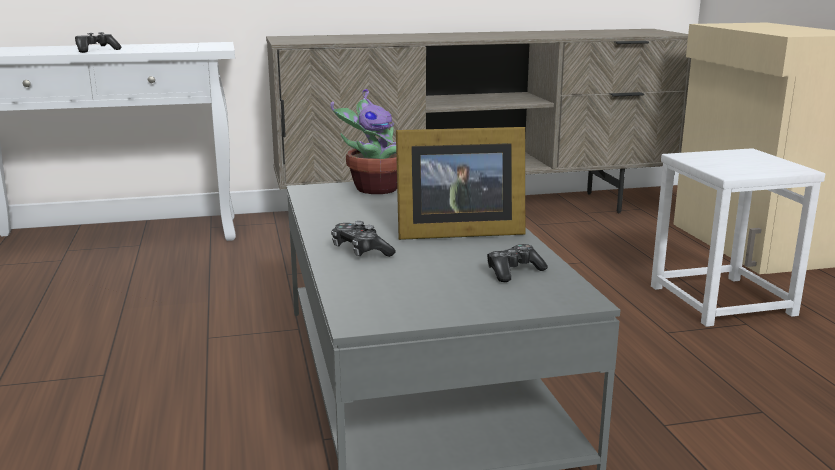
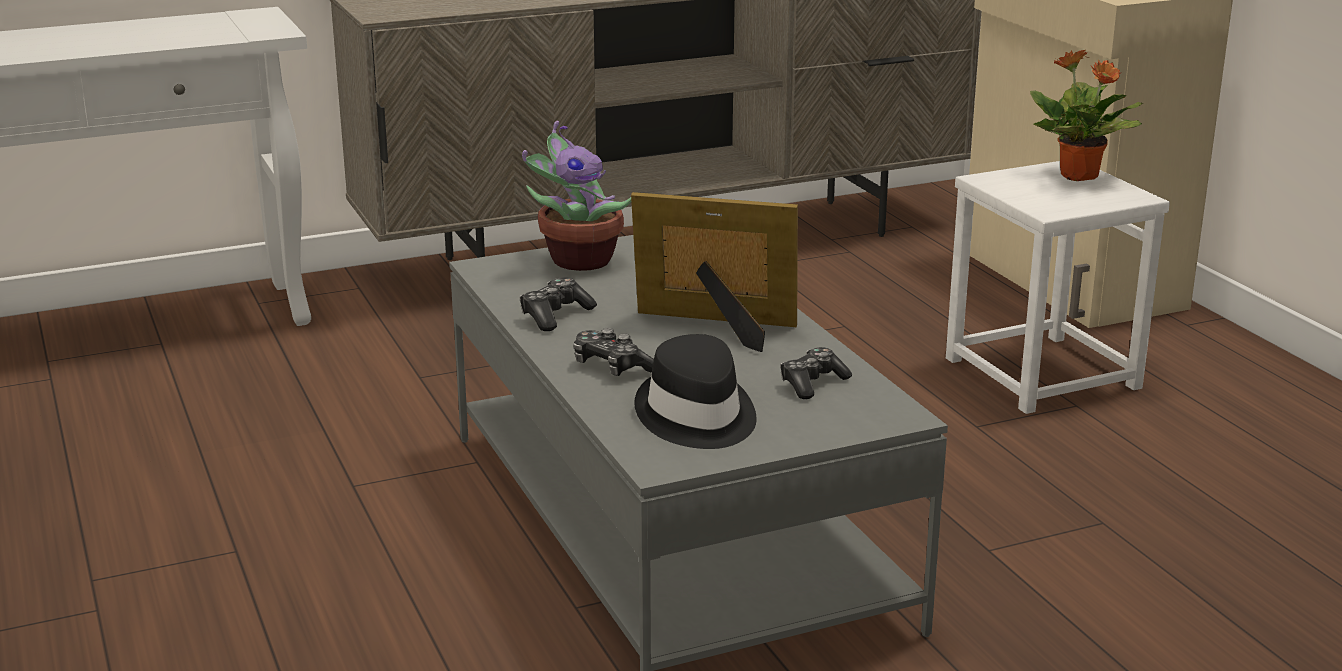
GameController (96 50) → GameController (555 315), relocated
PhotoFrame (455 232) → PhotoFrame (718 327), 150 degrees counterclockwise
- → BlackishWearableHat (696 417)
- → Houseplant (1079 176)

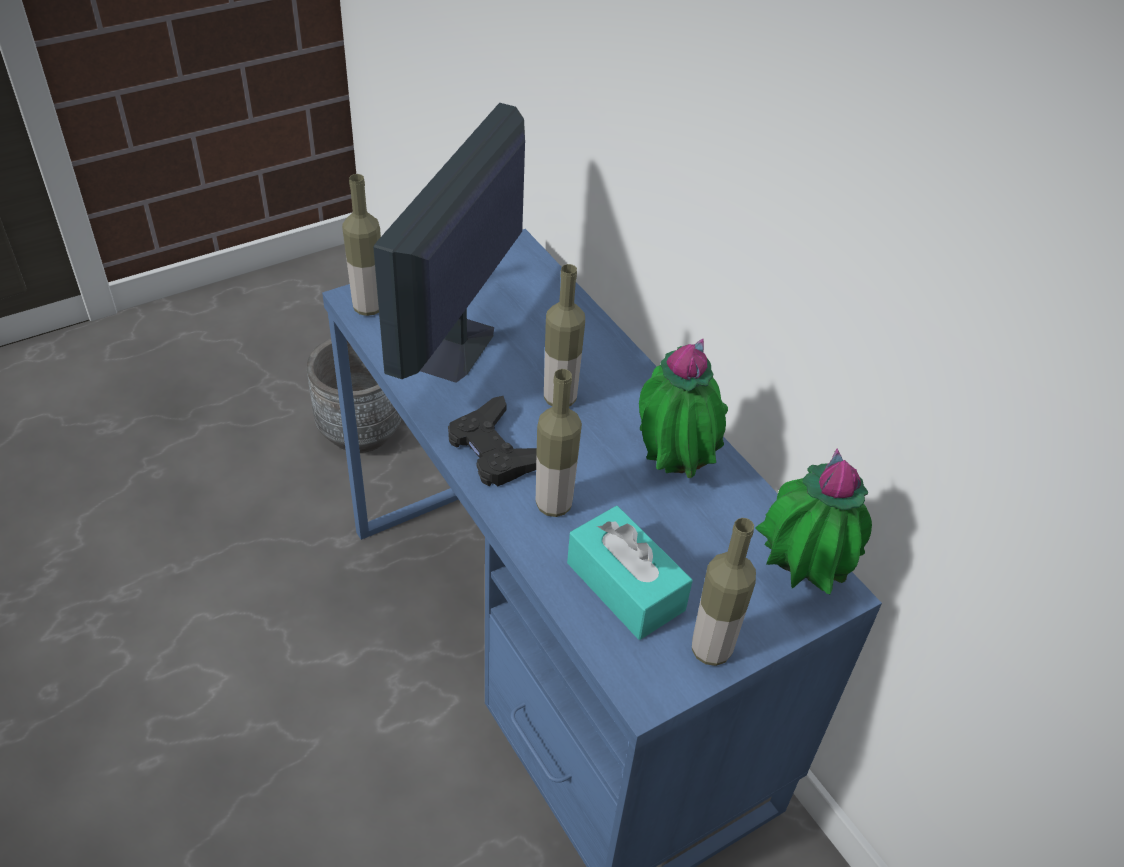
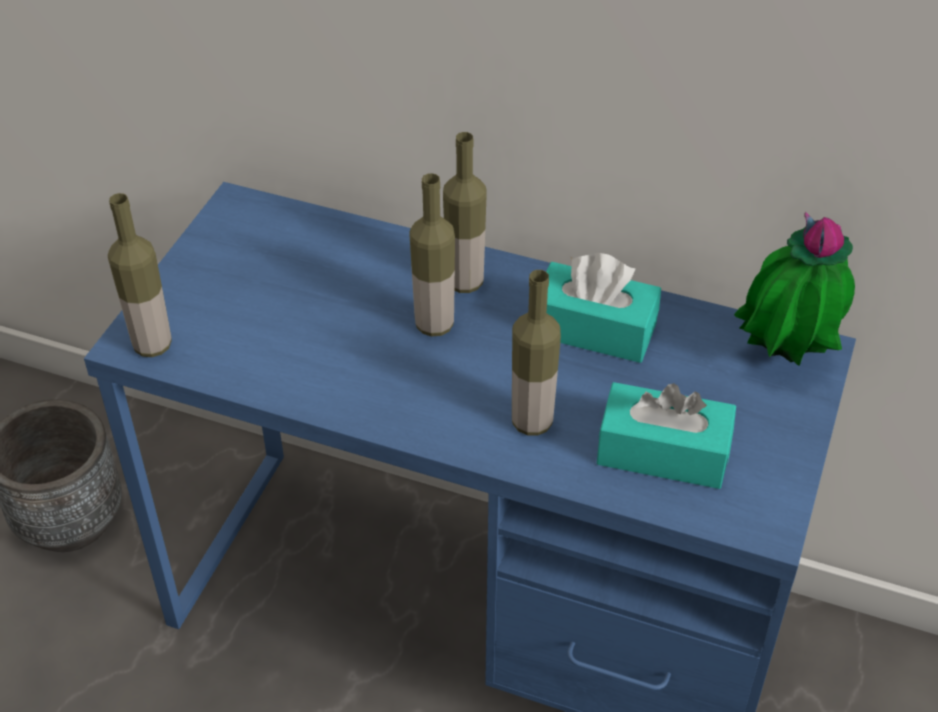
ComputerScreen (455 350) → -
BlackishGameController (496 450) → -
Houseplant (671 468) → BlueGreenTissueBox (594 329)
BeverageBottle (711 650) → BeverageBottle (465 282), relocated

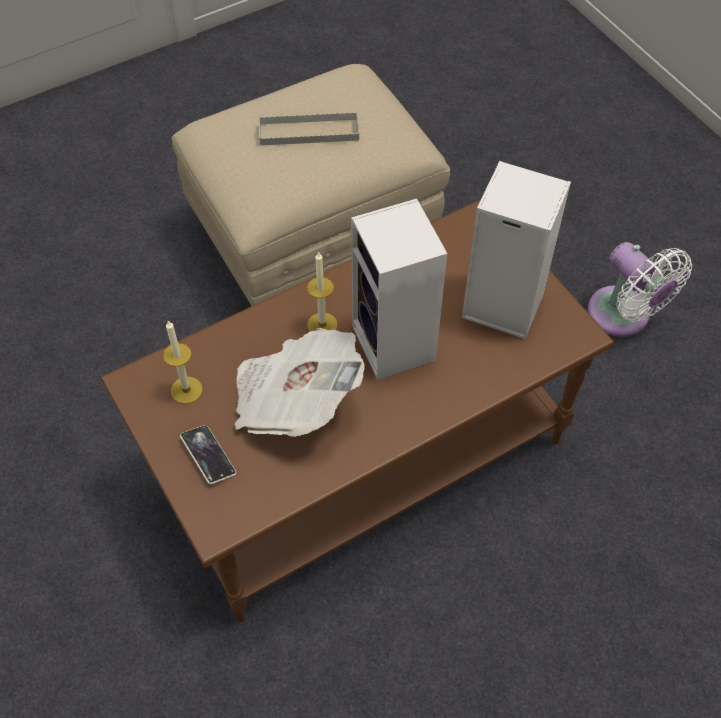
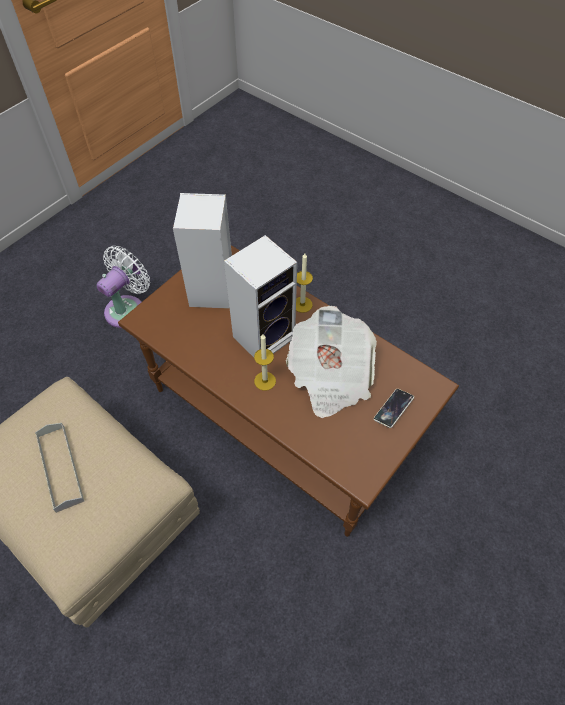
WaxLight (186 390) → WaxLight (302 304), relocated

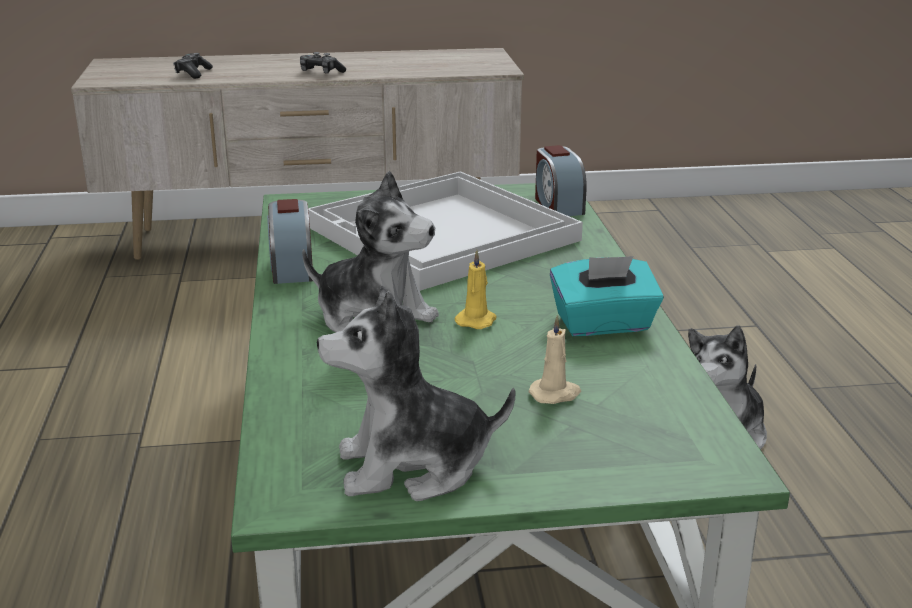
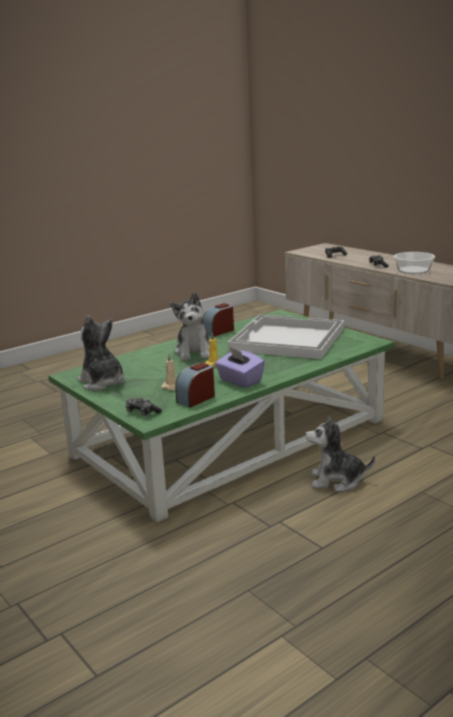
AlarmClock (558 205) → AlarmClock (196 399), relocated
BlueGreenTissueBox (603 325) → PurplishTissueBox (240 381)
- → GameController (142 412)
- → DeepDish (413 270)

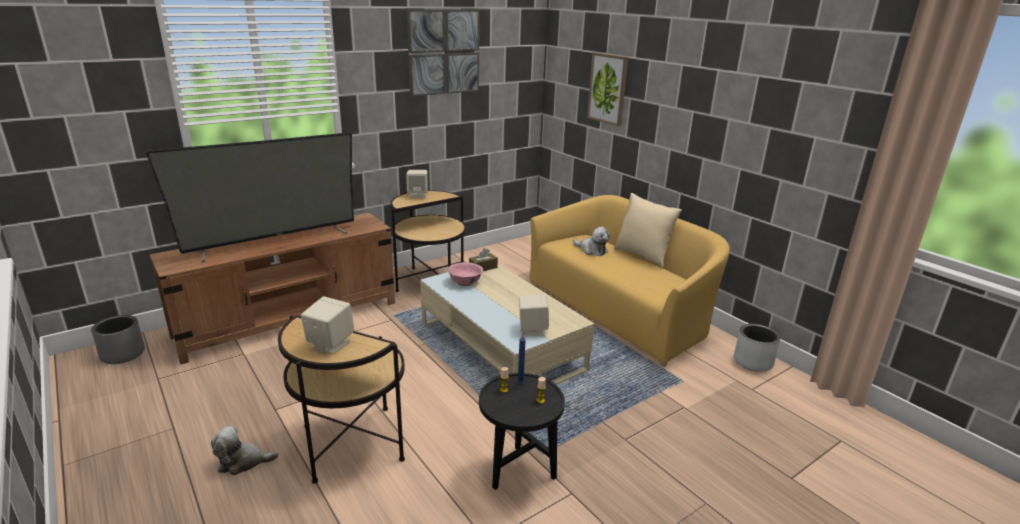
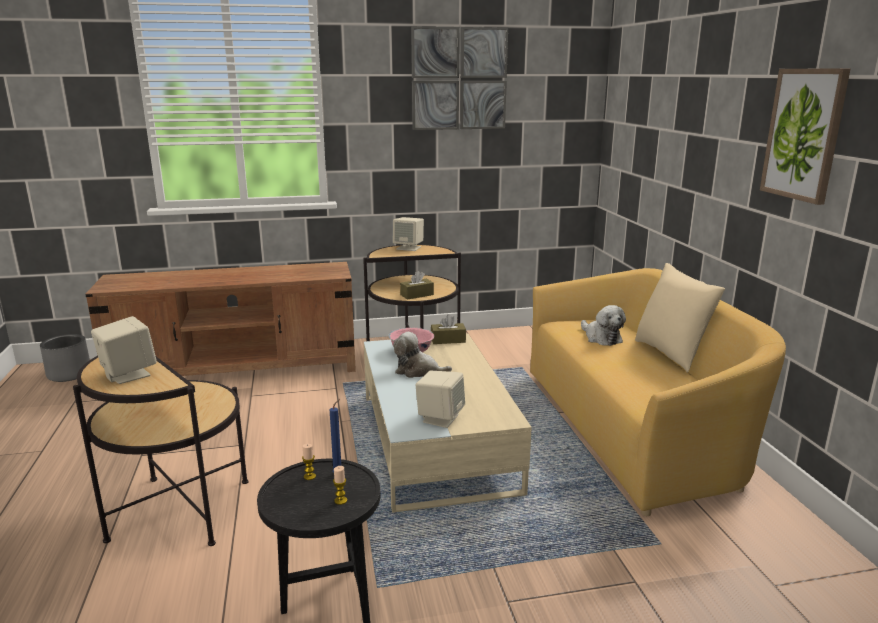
TvSet (273 241) → -
CuddlyToy (243 462) → CuddlyToy (418 371), relocated
WallArt (608 88) → WallArt (804 134), relocated
GreyishPlanter (753 362) → -
- → BrownTissueBox (417 295)

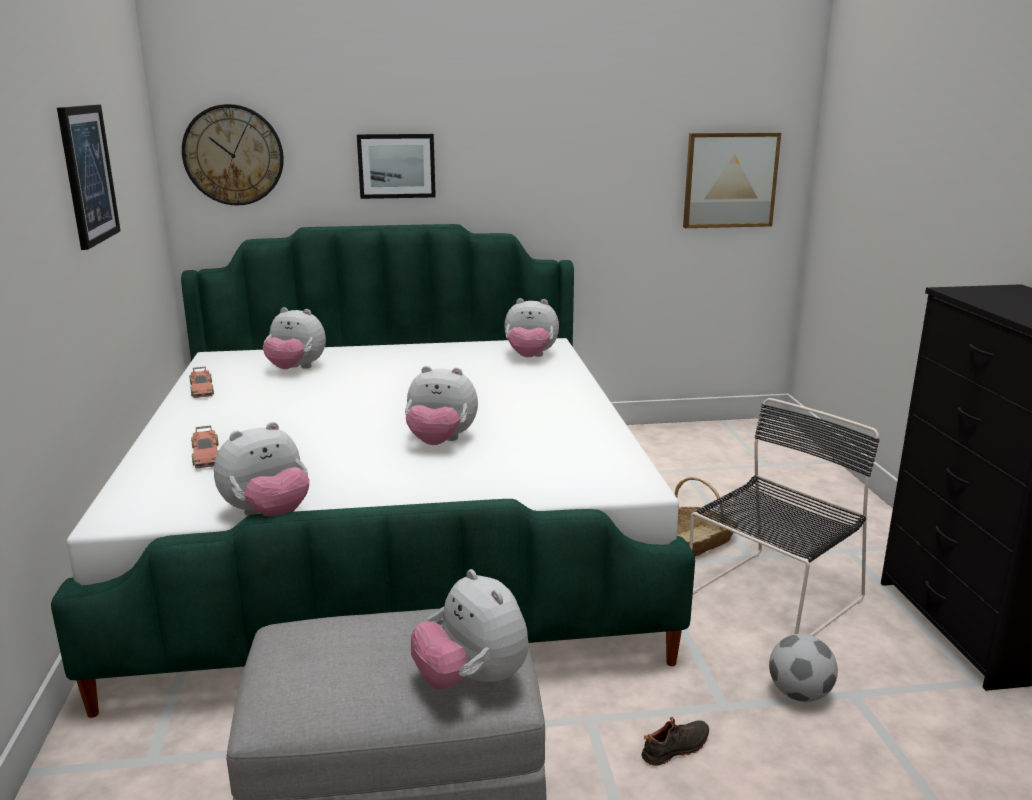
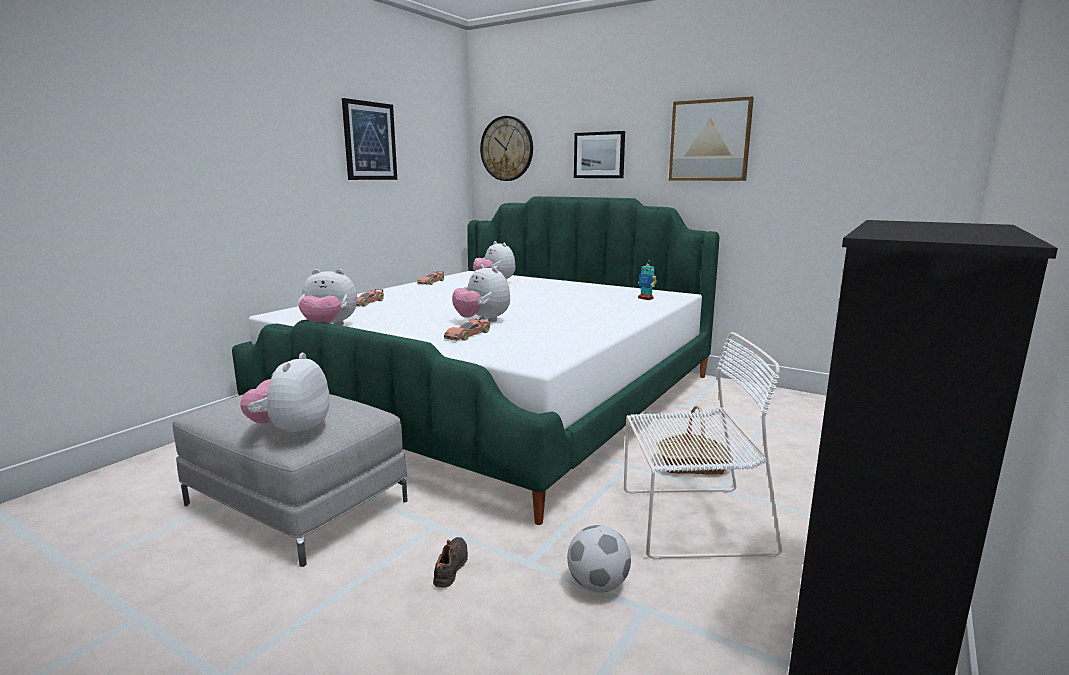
CuddlyToy (530 357) → ModelRobot (646 298)
BlackishLowShoe (676 749) → BlackishLowShoe (452 567), 90 degrees counterclockwise
WallArt (730 180) → WallArt (710 140), relocated
BlackishChair (771 599) → WhiteColouredChair (689 521)
- → MiniatureCar (469 335)

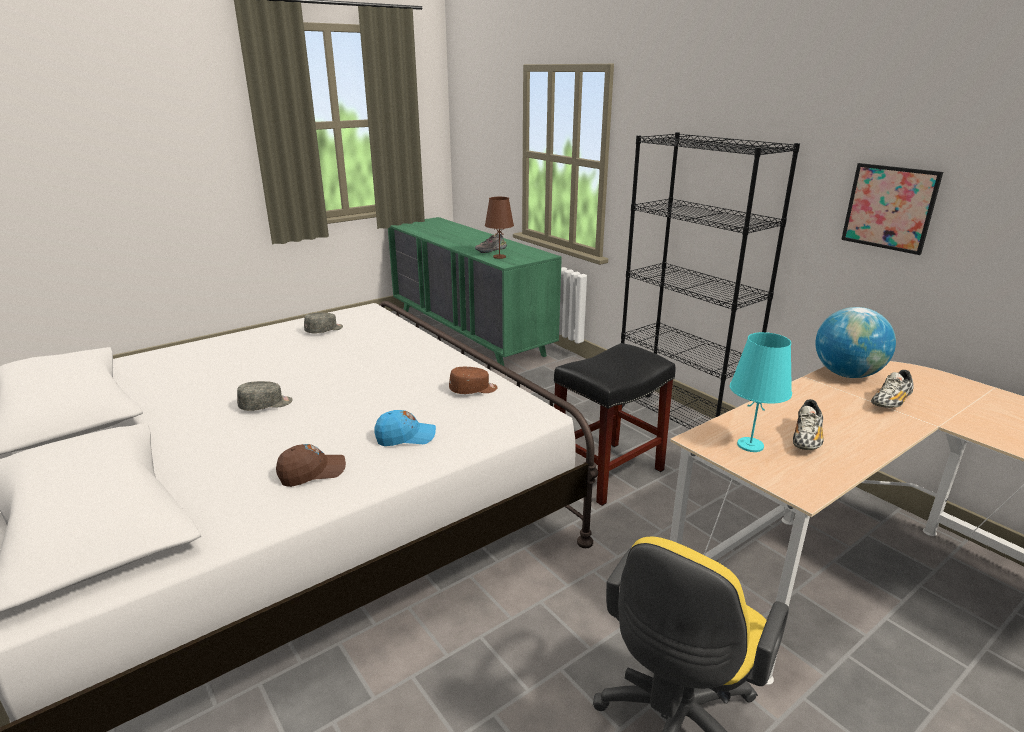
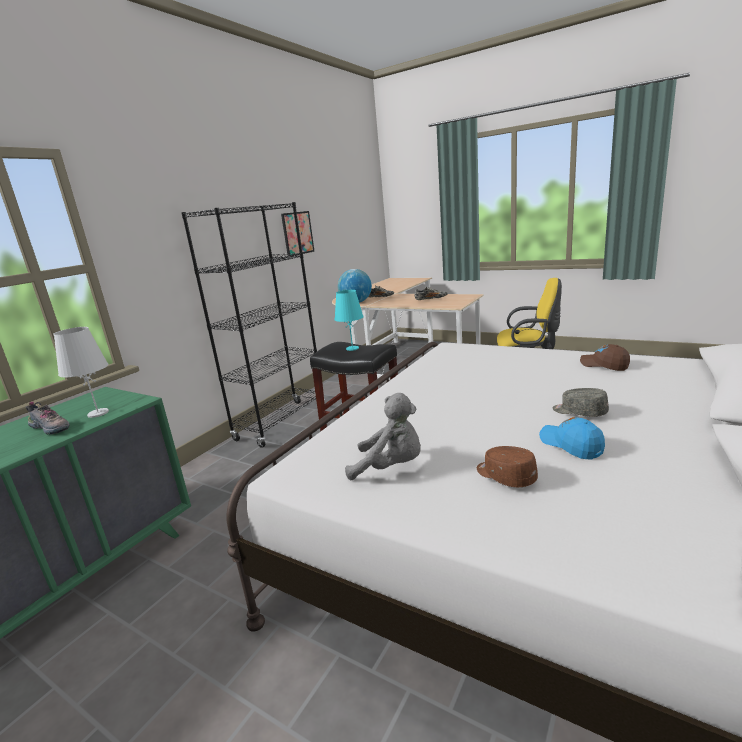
GreyishBaseballCap (324 330) → GreyishCuddlyToy (391 467)
BlueBaseballCap (405 437) → BlueBaseballCap (571 445), relocated
BrownBaseballCap (473 390) → BrownBaseballCap (505 476), relocated
BrownTableLamp (499 257) → WhiteColouredTableLamp (98 413)
BlueGreenTableLamp (750 445) → BlueGreenTableLamp (352 348), relocated

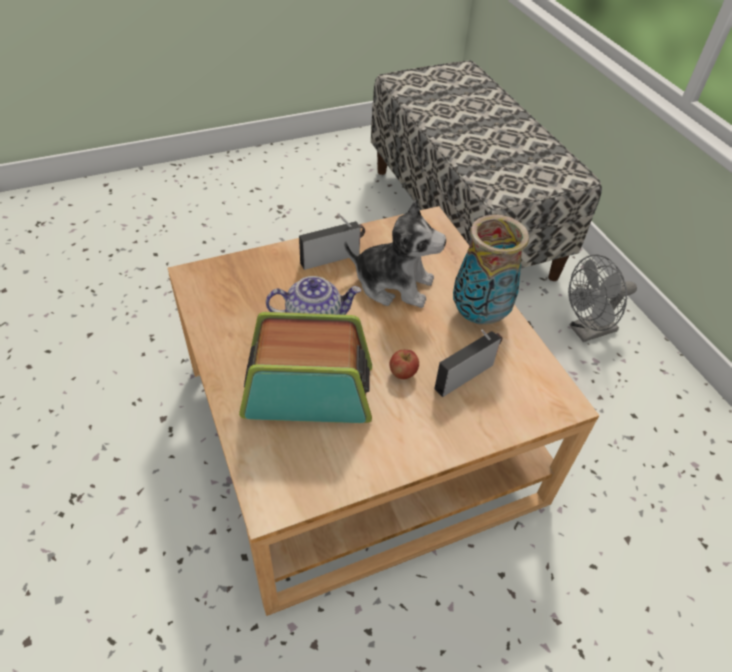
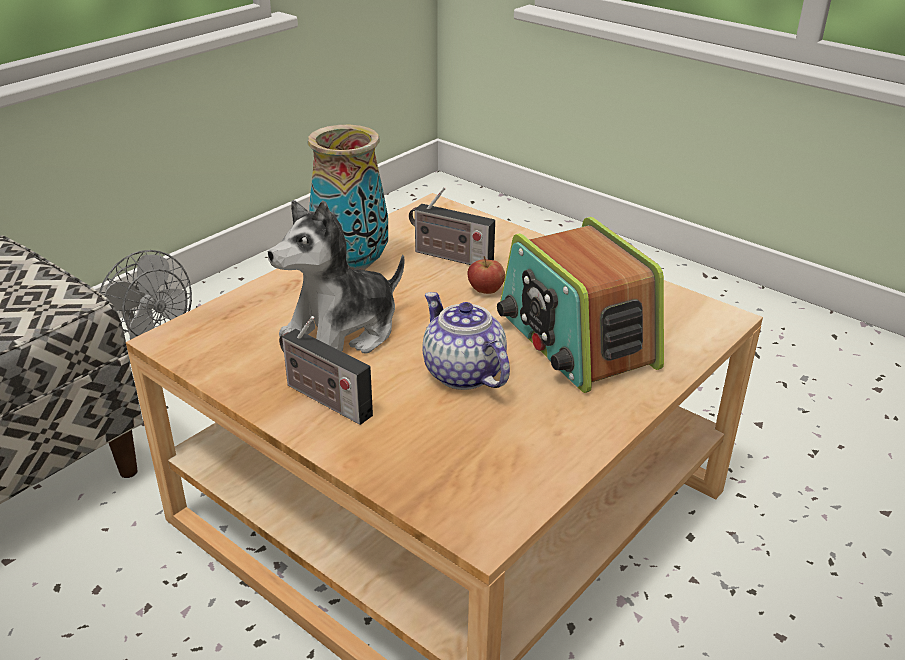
CuddlyToy (393 284) → CuddlyToy (342 332), 120 degrees counterclockwise

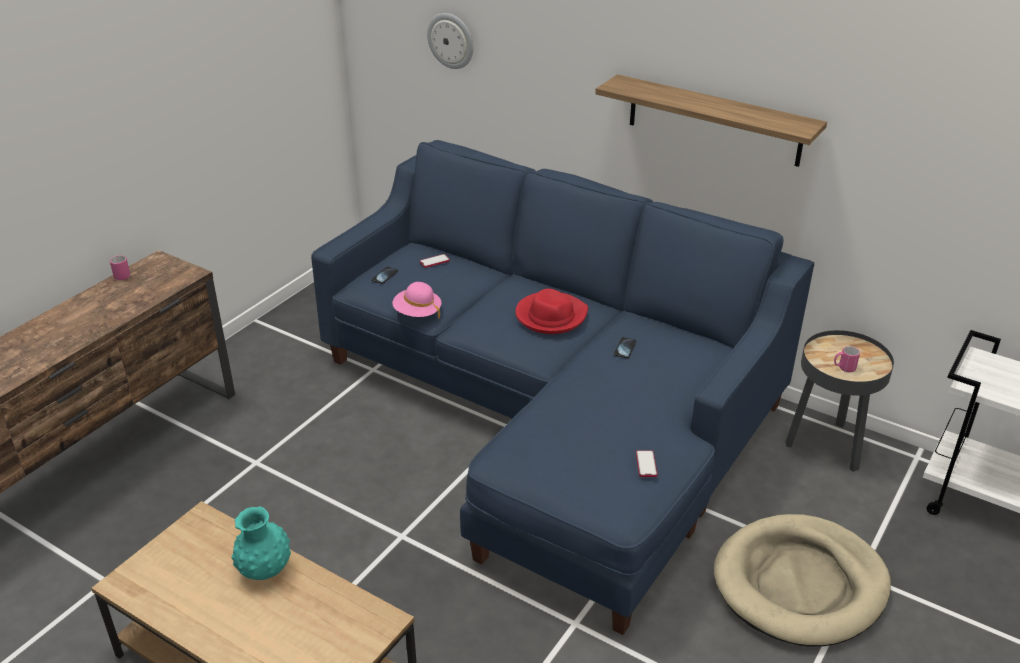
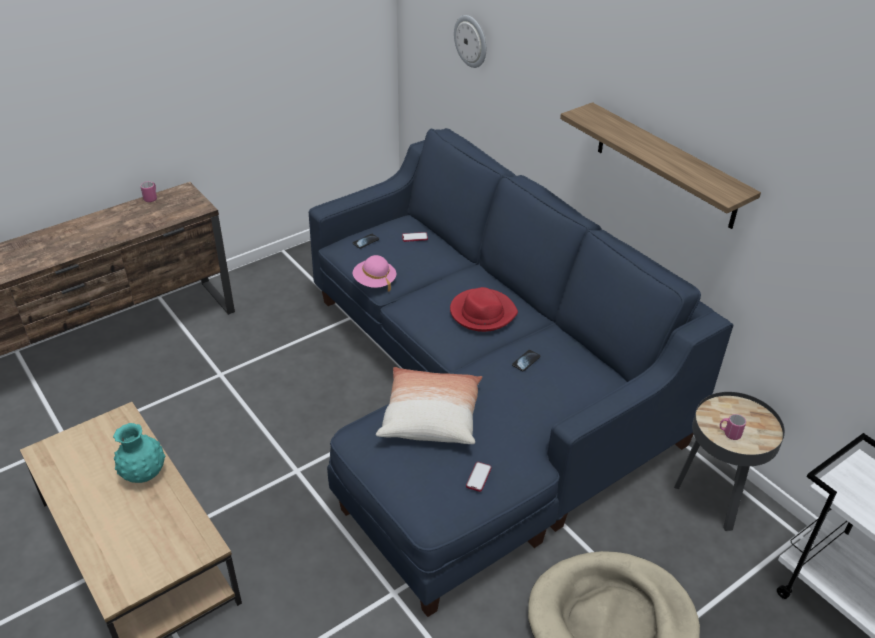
- → ThrowPillow (430 417)

